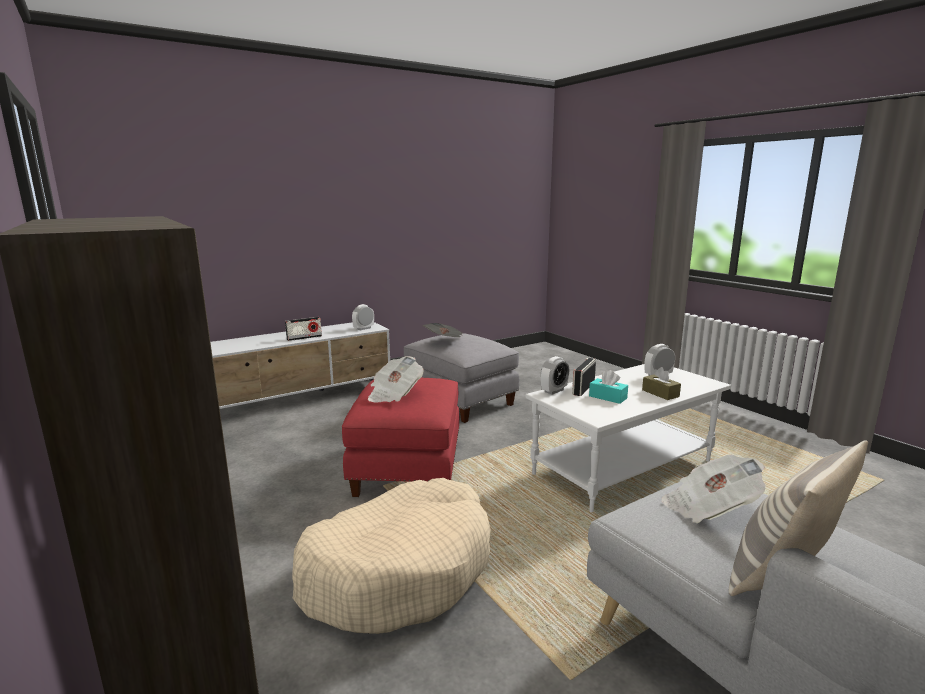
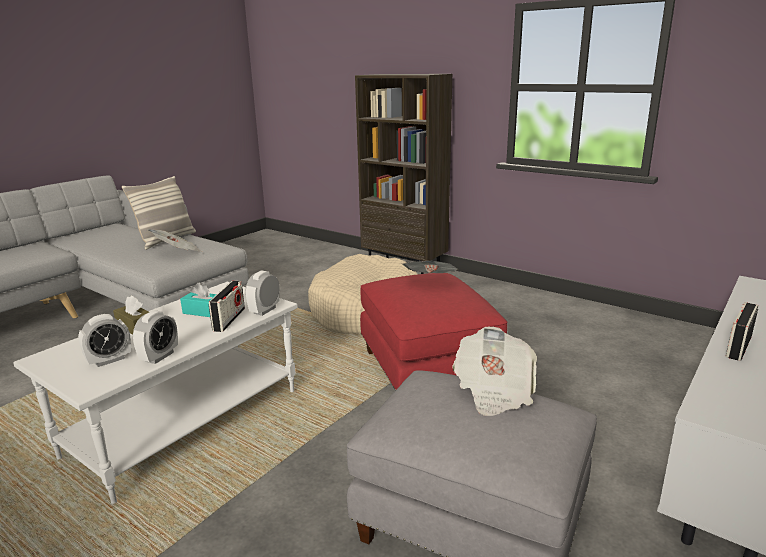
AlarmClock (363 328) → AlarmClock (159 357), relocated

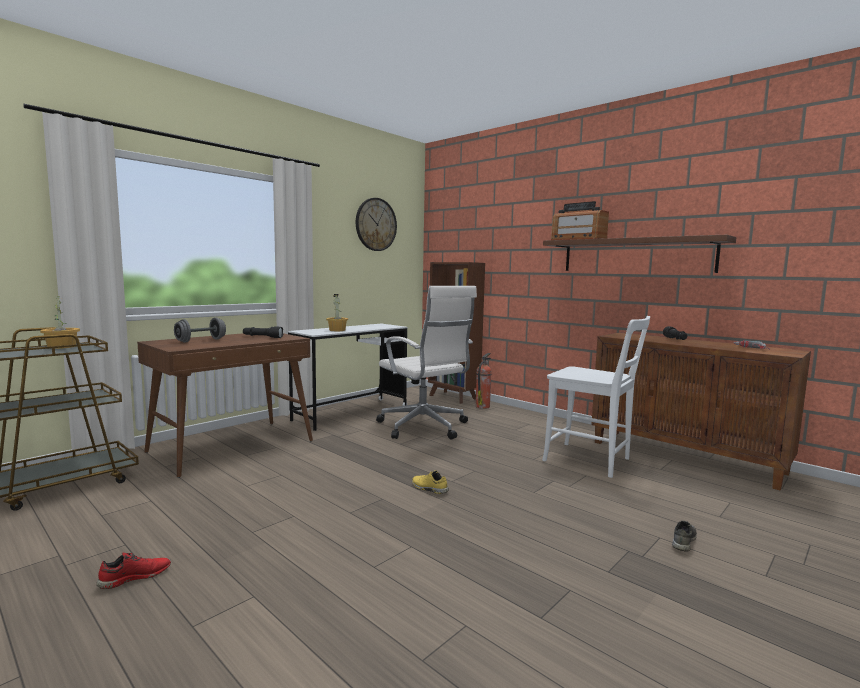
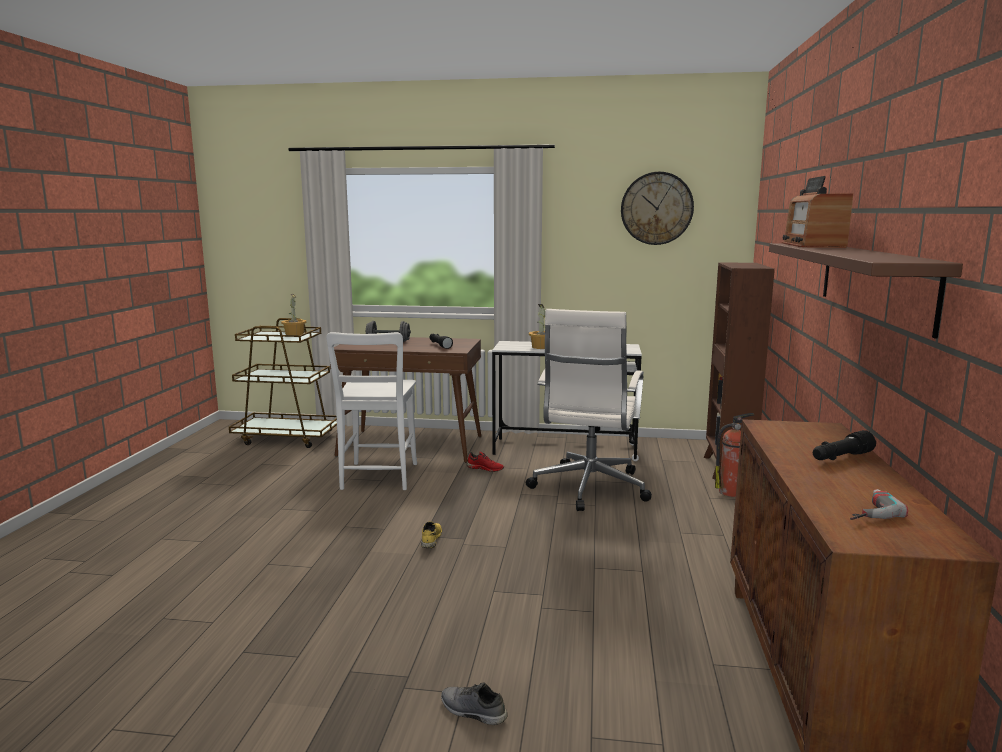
RedColouredLowShoe (135 577) → RedColouredLowShoe (485 468), relocated
WhiteColouredChair (591 461) → WhiteColouredChair (378 478), relocated
GreyishLowShoe (682 541) → GreyishLowShoe (472 712), 150 degrees counterclockwise

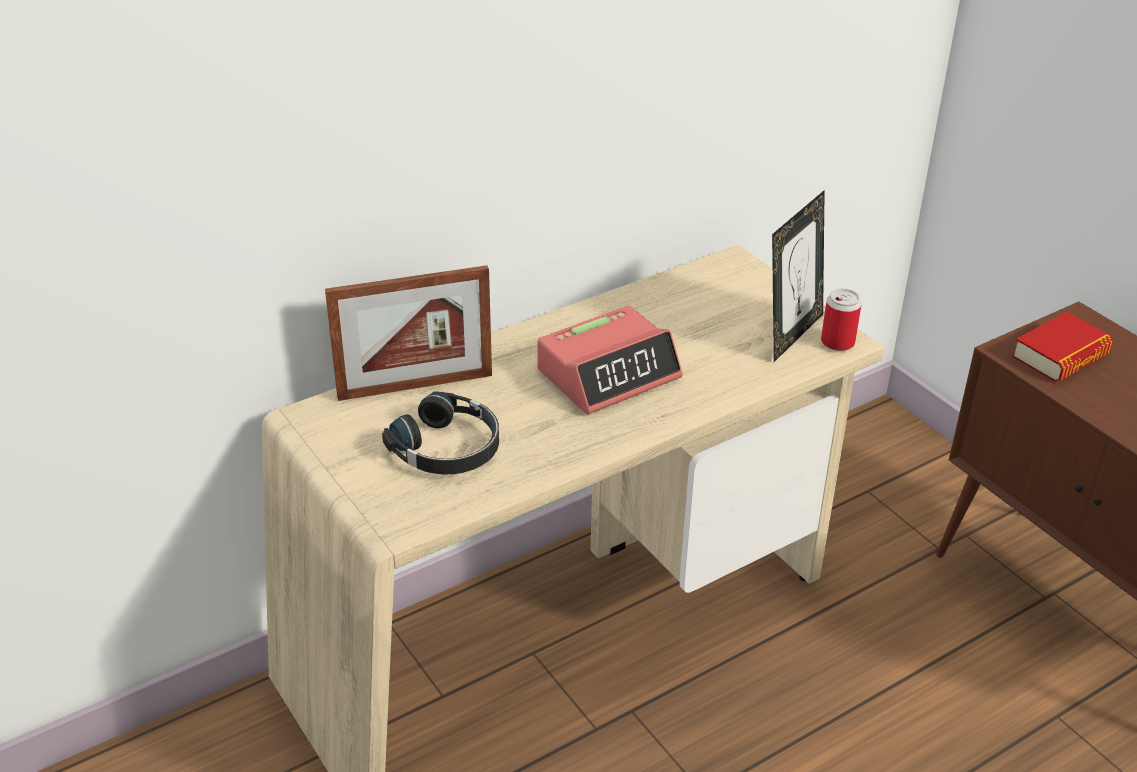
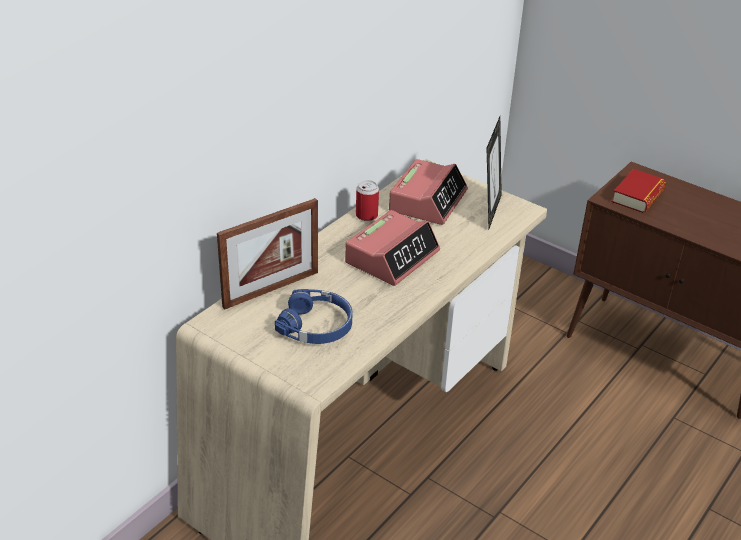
BlackishHeadphones (448 448) → BlueHeadphones (317 326)
SealedCan (837 342) → SealedCan (366 215), relocated
- → AlarmClock (428 201)

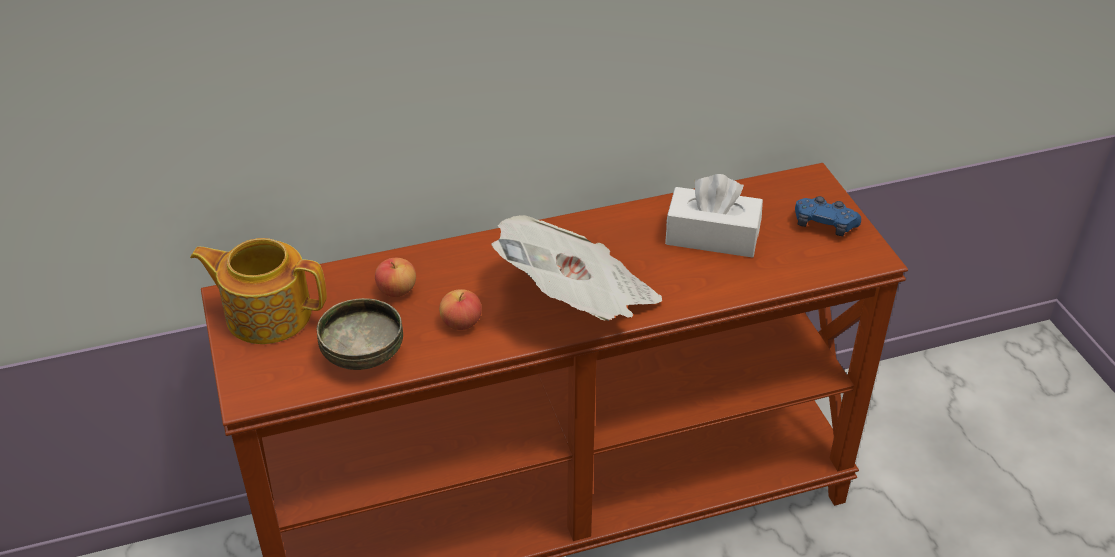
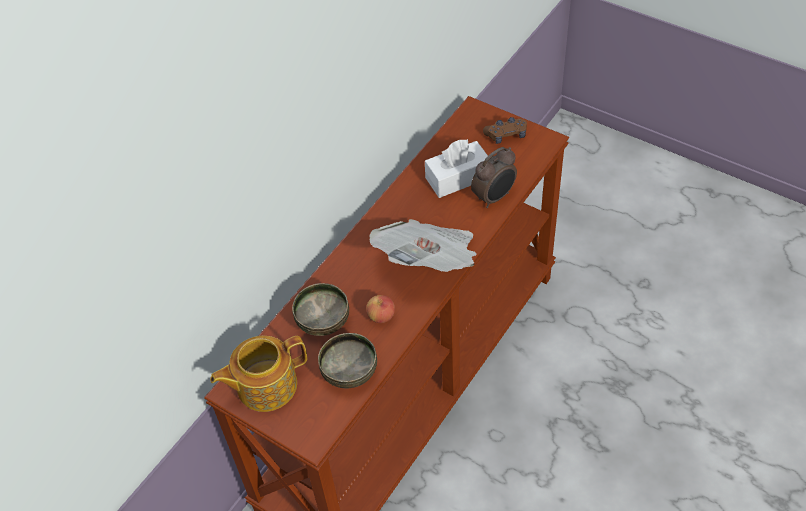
AppleFruit (397 290) → DeepDish (324 321)
BlueGameController (824 224) → BrownGameController (506 135)
- → AlarmClock (494 197)

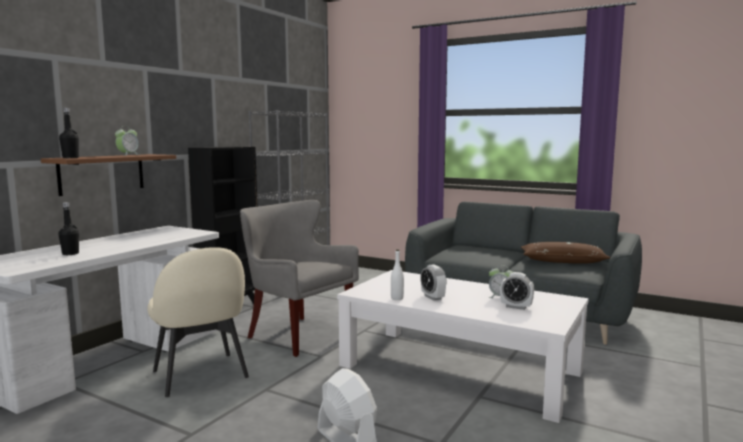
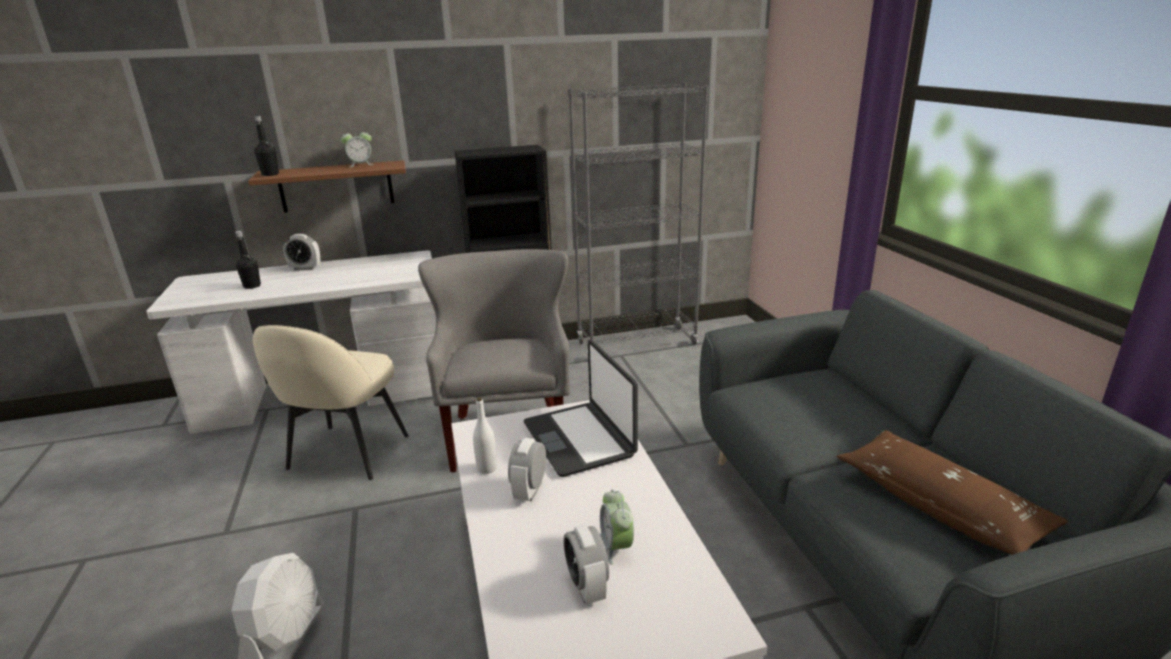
- → AlarmClock (305 268)
- → Laptop (580 439)

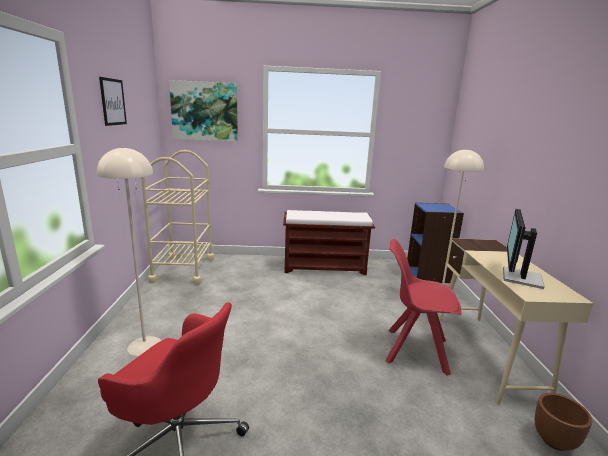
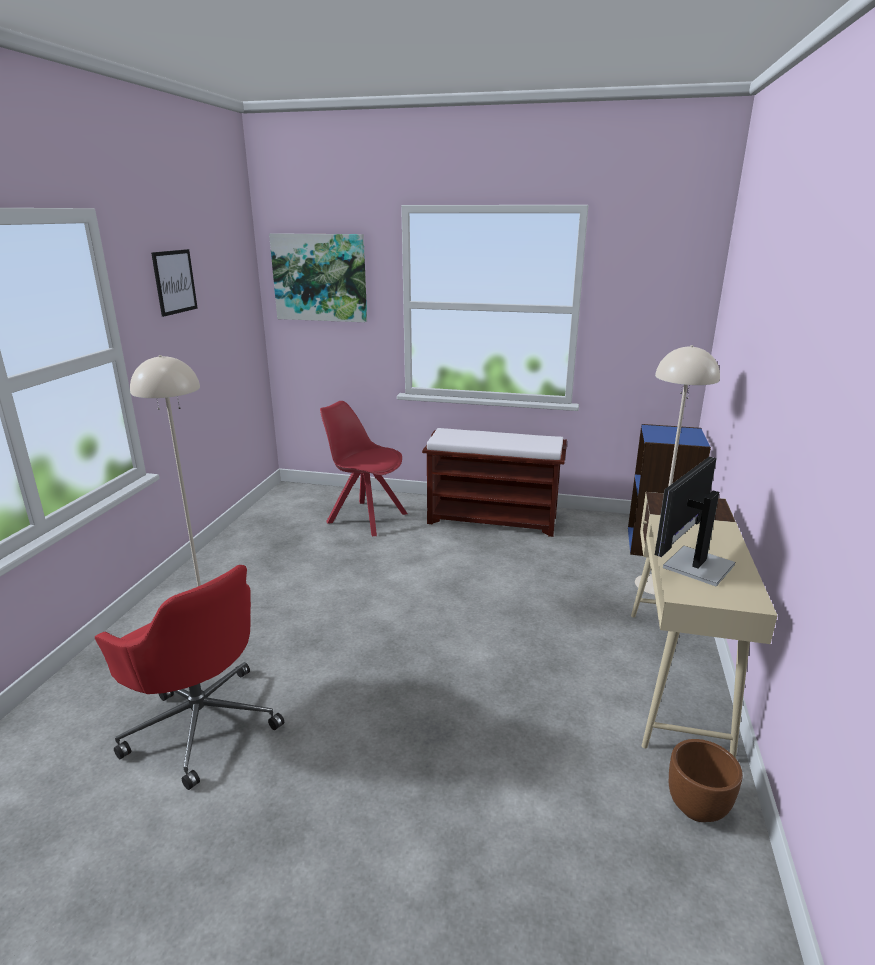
SandColouredCart (183 270) → -
RedColouredChair (414 350) → RedColouredChair (365 517), relocated

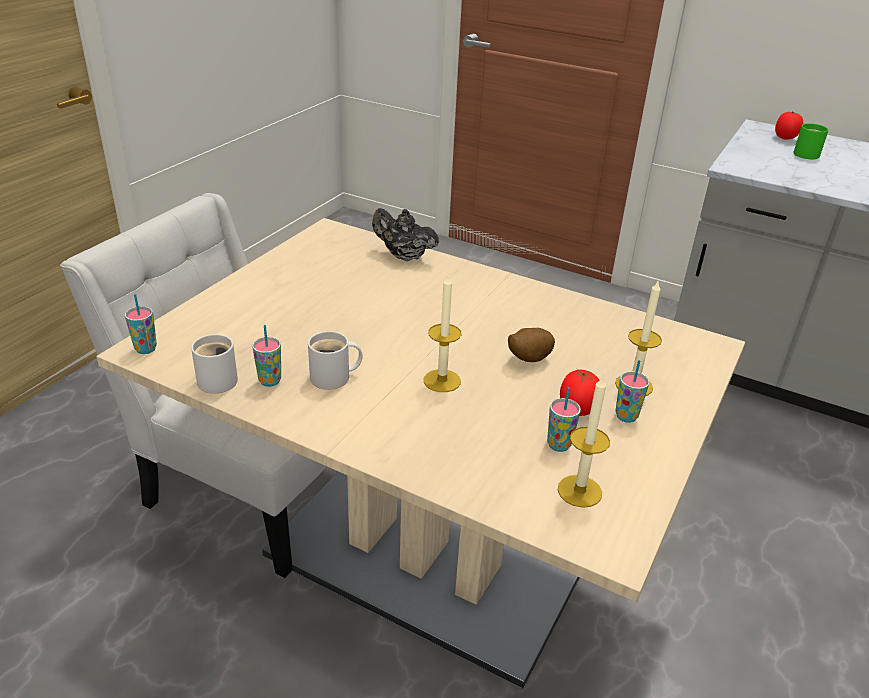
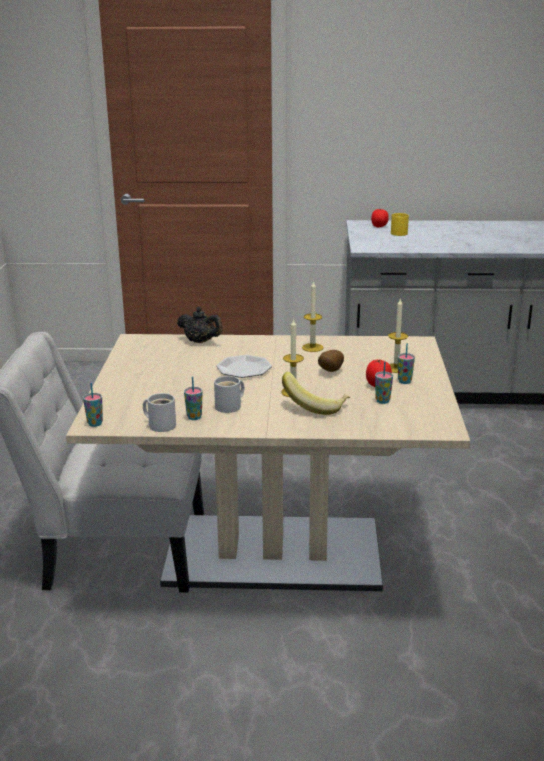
BlackishTeaPot (403 256) → BlackishTeaPot (200 341), 150 degrees counterclockwise
WaxLight (579 491) → WaxLight (312 347), relocated
GreenColouredTeaMug (808 154) → YellowishTeaMug (400 233)
- → Plate (244 368)
- → BananaFruit (315 406)

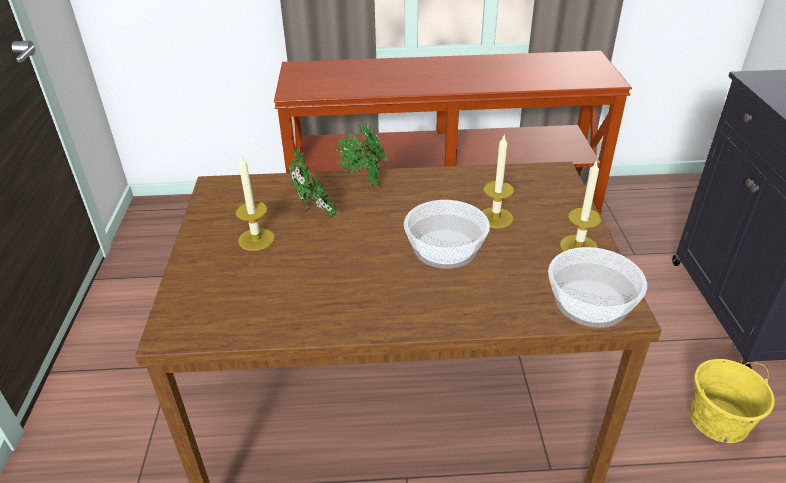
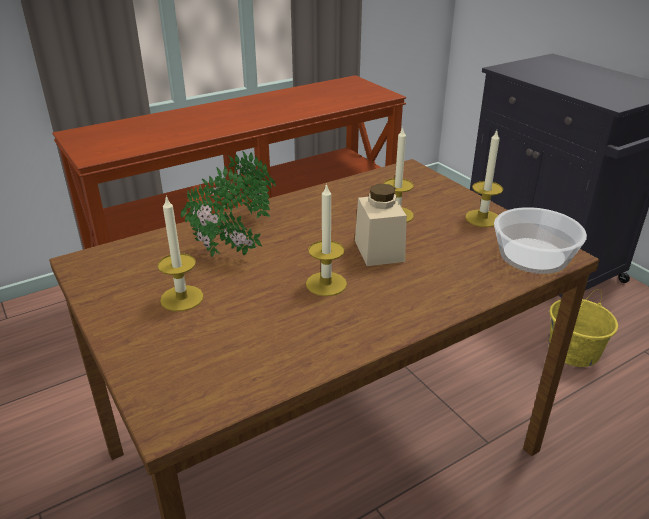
DeepDish (445 248) → SandColouredStorageJar (379 251)
- → WaxLight (326 284)

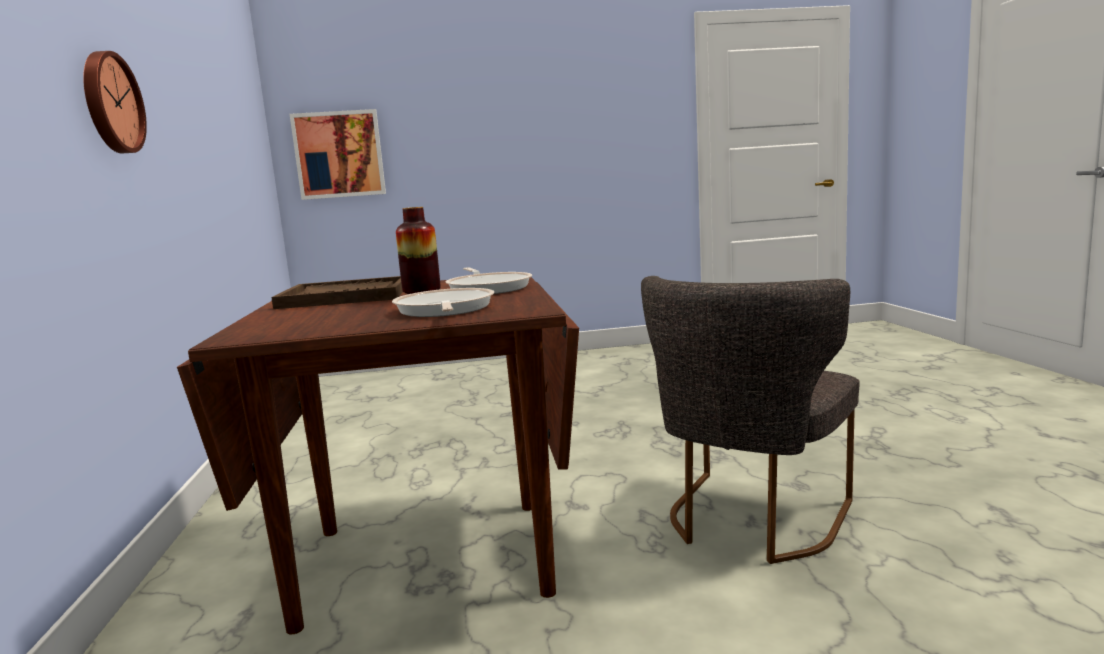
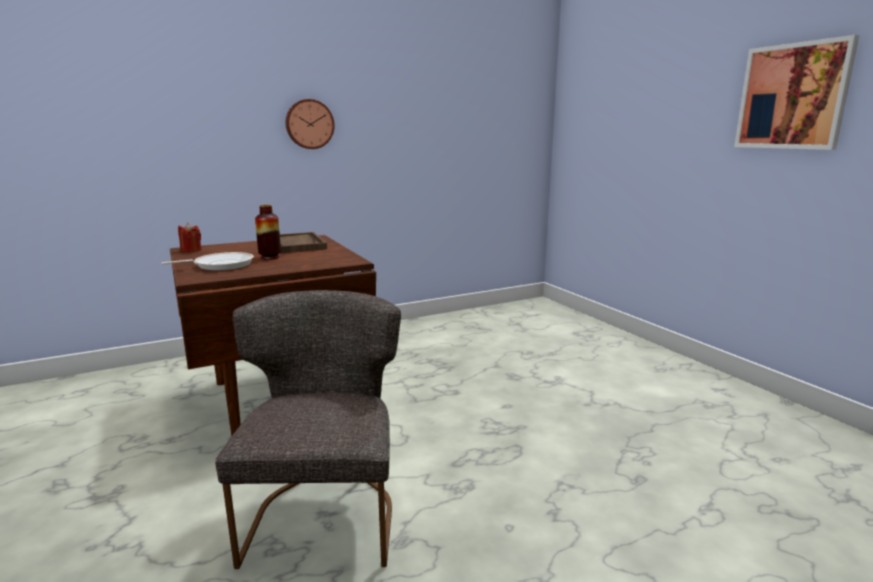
WallArt (339 154) → WallArt (792 97), relocated
Skillet (489 288) → -
GreyishChair (750 521) → GreyishChair (325 513), 75 degrees clockwise
- → RedColouredWaxLight (191 250)

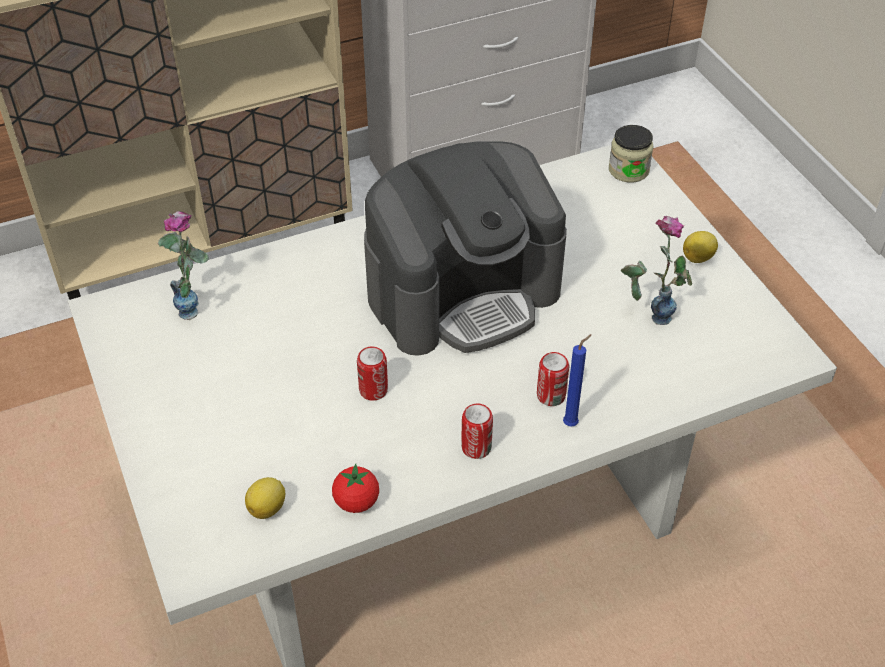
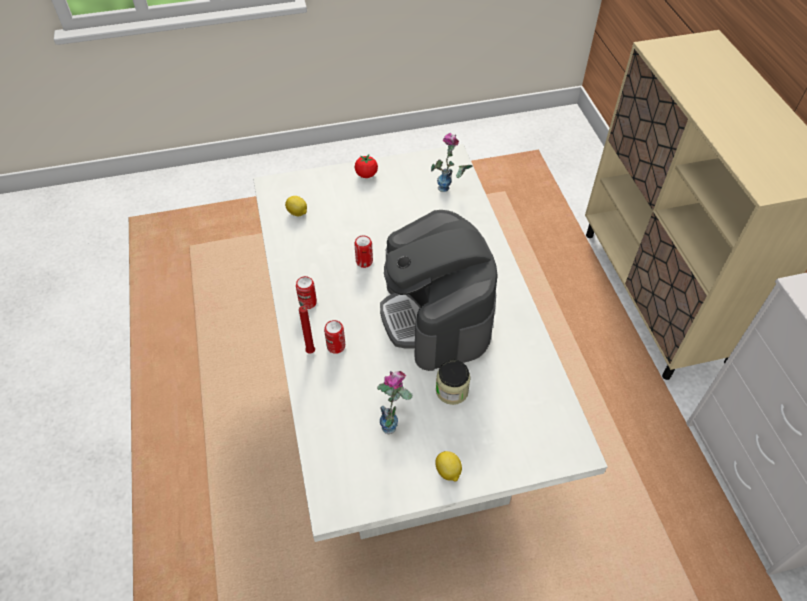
Tomato (356 502) → Tomato (366 174), relocated
BlueWaxLight (572 423) → RedColouredWaxLight (311 353)
StorageJar (628 170) → StorageJar (452 391), relocated

